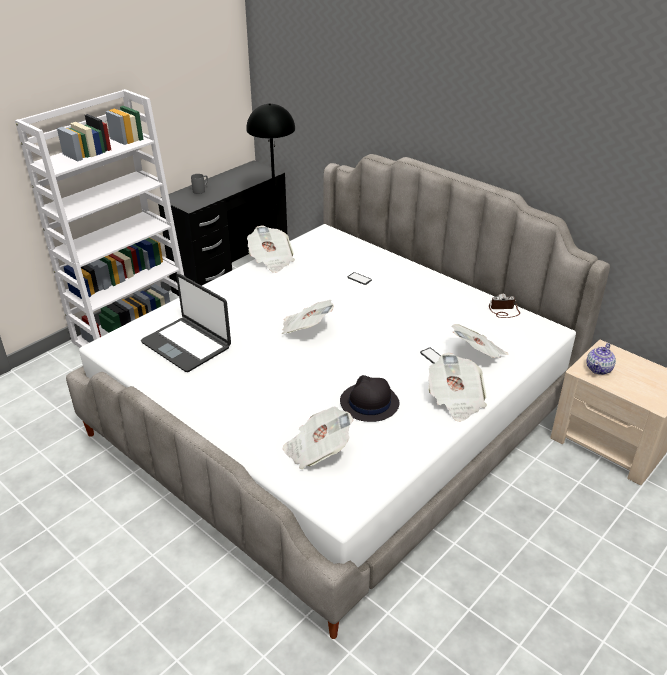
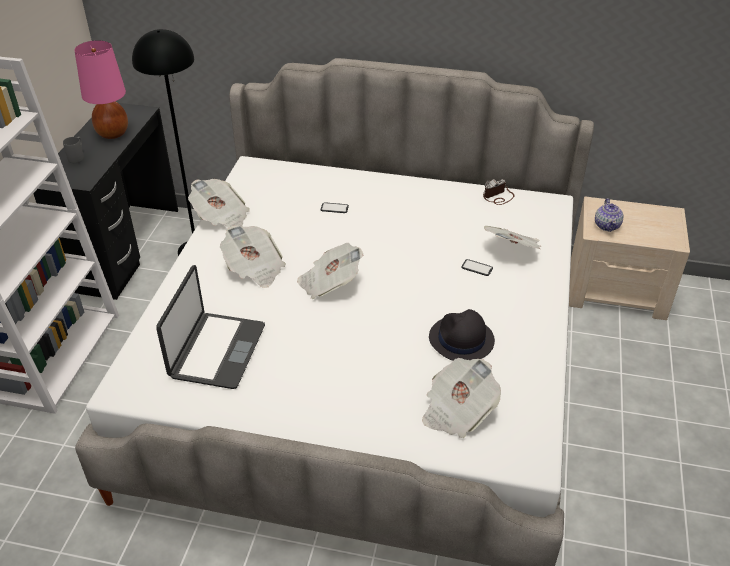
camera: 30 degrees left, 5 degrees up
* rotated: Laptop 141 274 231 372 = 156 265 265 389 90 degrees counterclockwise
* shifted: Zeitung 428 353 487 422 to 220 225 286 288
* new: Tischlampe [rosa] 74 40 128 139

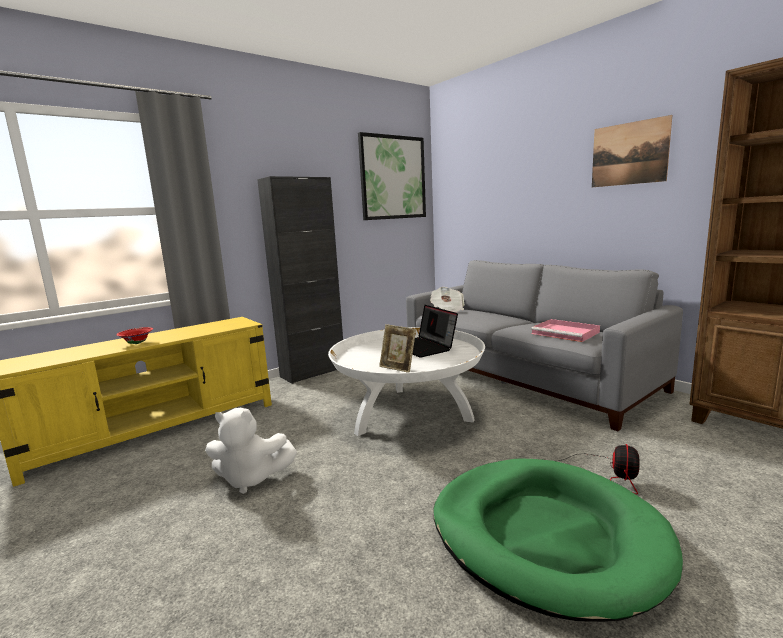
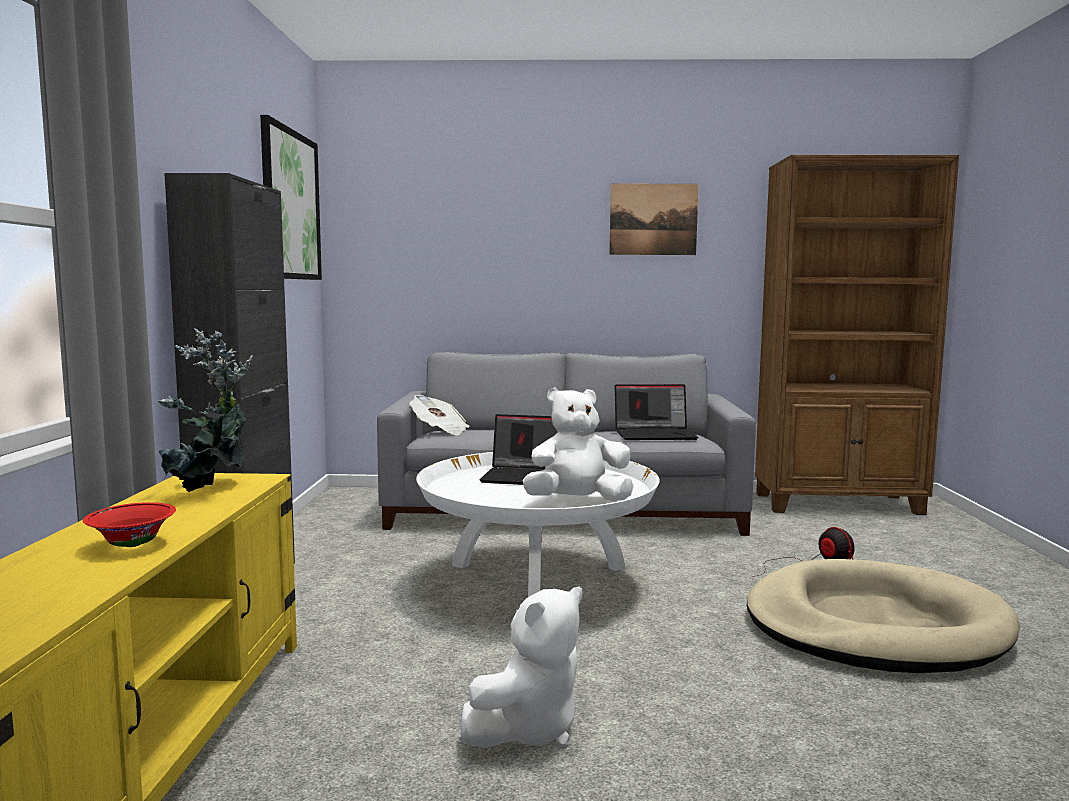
camera: 50 degrees left, 5 degrees down
* swapped: Tablett [rosa] 531 319 600 342 to Laptop 615 384 699 440
* swapped: Bilderrahmen 379 324 416 373 to Plüschtier [weiß] 523 388 634 501
* repainted: Hundebett [grün] 434 459 683 622 to Hundebett [beige] 747 559 1020 673
* new: Topfpflanze 158 328 253 492

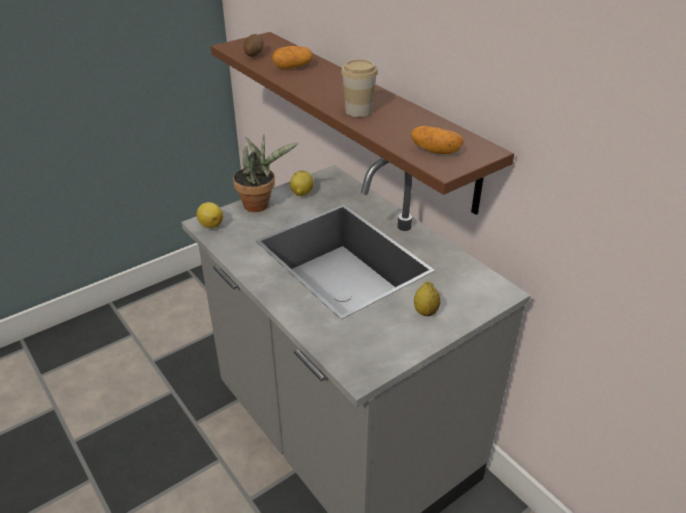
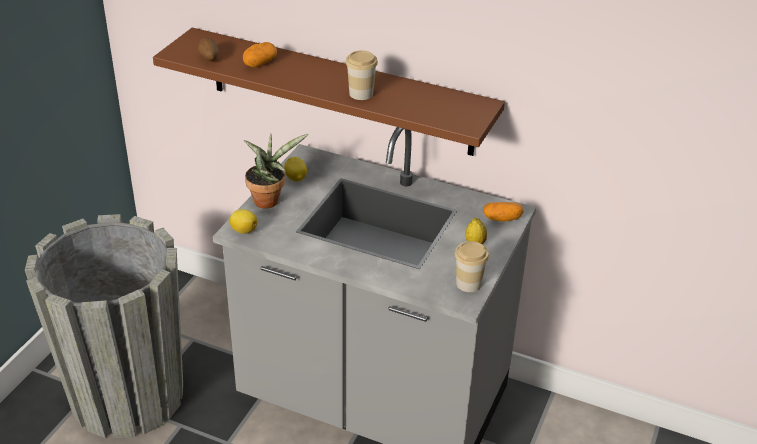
camera: 30 degrees left, 0 degrees up
* shifted: Kartoffel 411 126 464 154 to 483 202 524 222
* new: Pflanzkübel [grau] 25 214 183 439
* new: Tasse 455 241 489 292

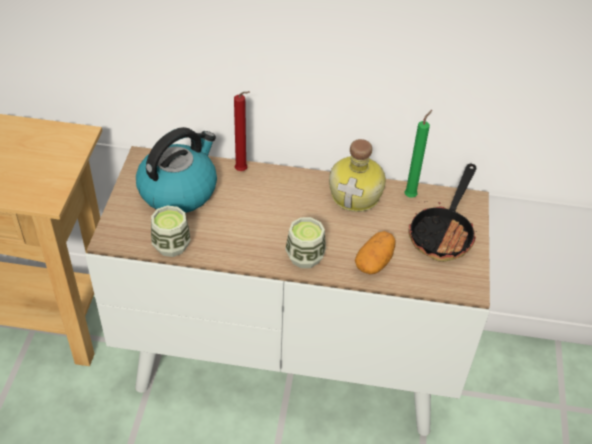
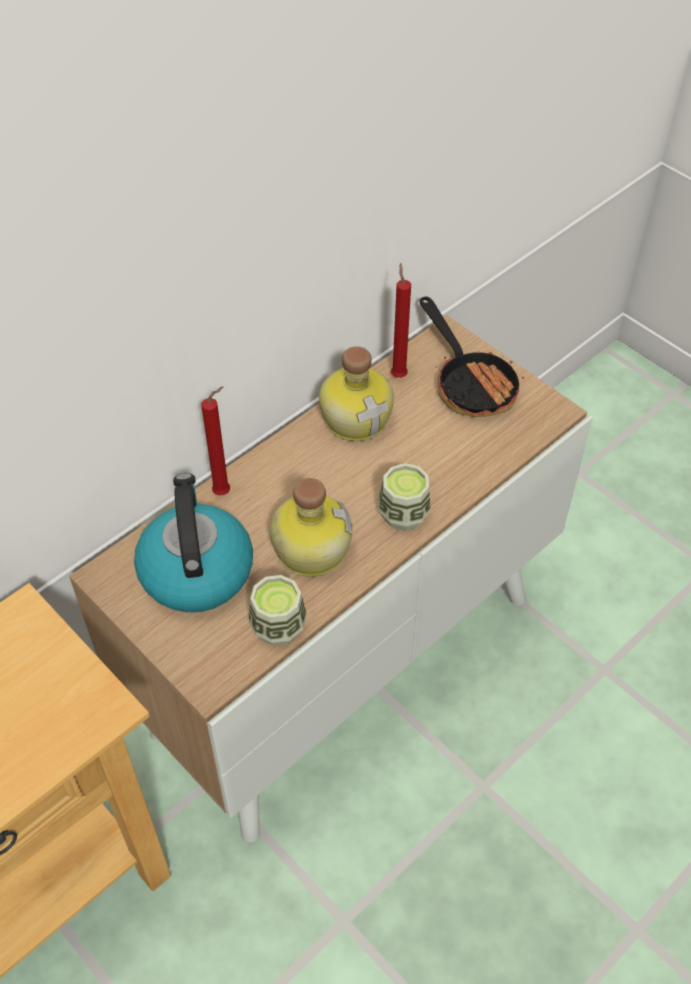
camera: 50 degrees left, 5 degrees up
* repainted: Kerze [grün] 404 110 432 197 to Kerze [rot] 391 263 411 378
* gone: Kartoffel 355 231 395 274
* new: Flasche 270 478 352 577

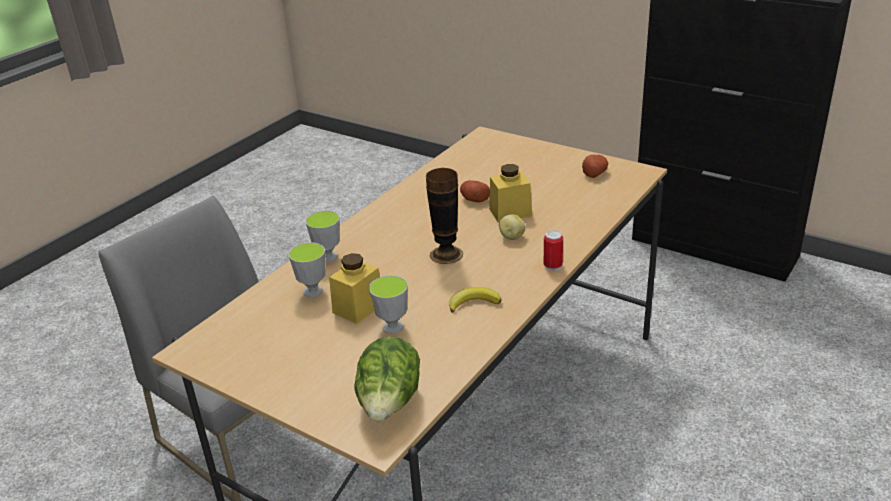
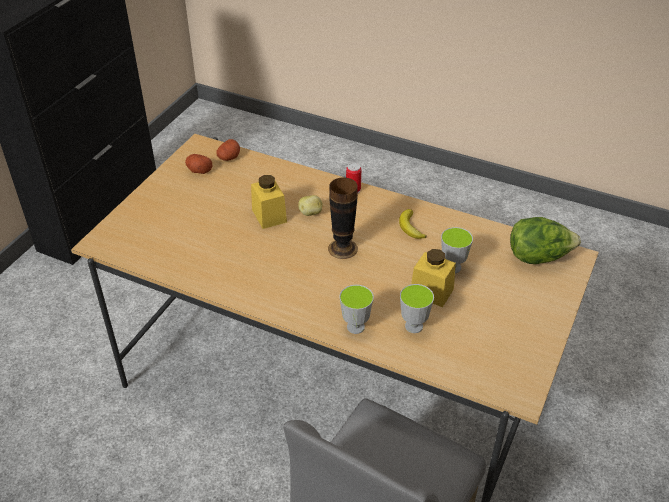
camera: 100 degrees left, 10 degrees up
* shifted: Kartoffel 460 180 490 202 to 216 139 240 161

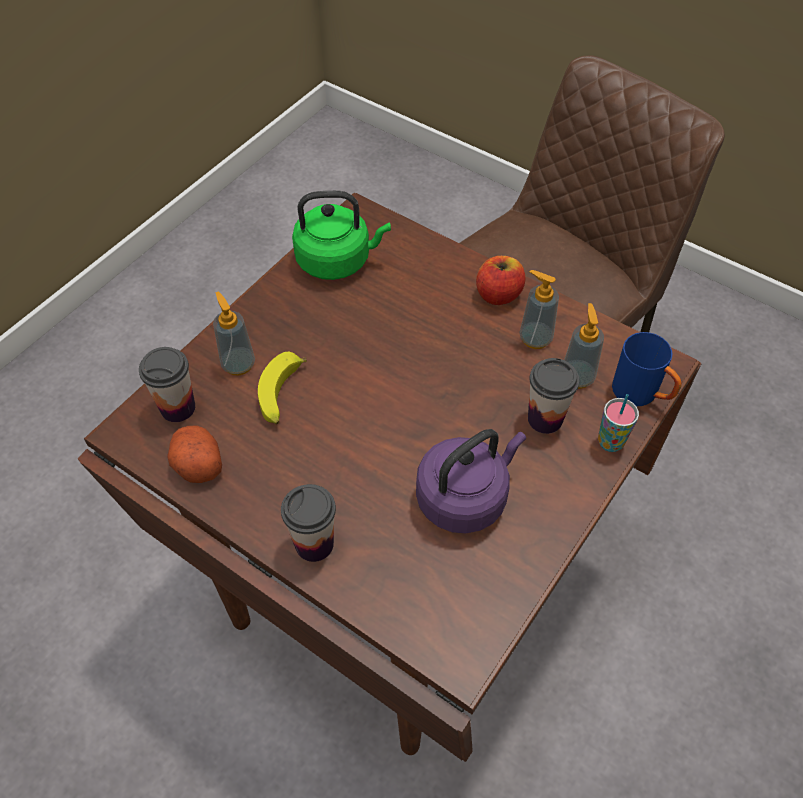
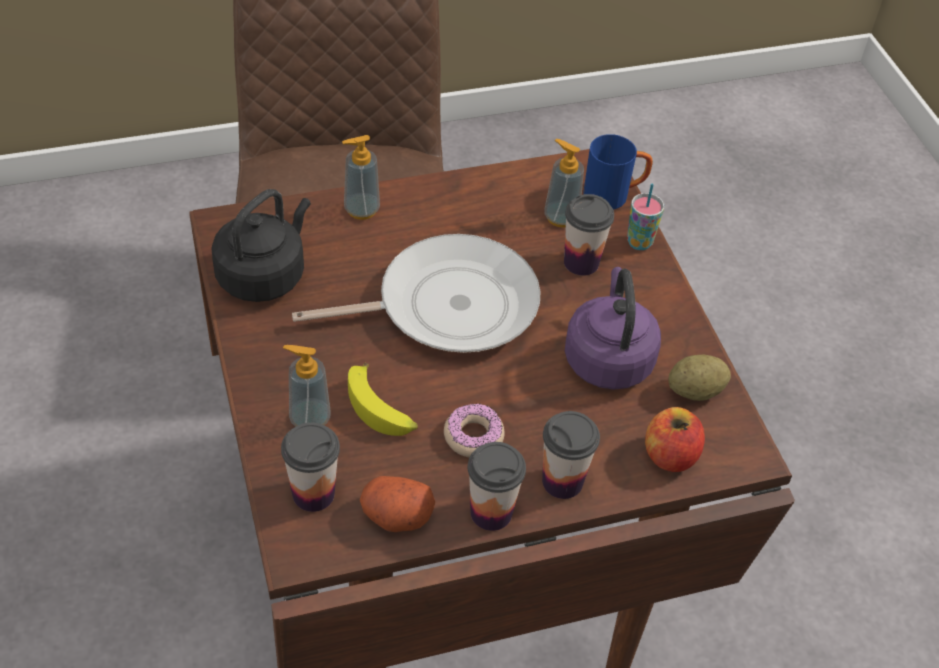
camera: 55 degrees left, 5 degrees down
* repainted: Wasserkessel [grün] 292 191 391 280 to Wasserkessel [schwarz] 211 189 311 302
* shifted: Apfel 476 256 525 305 to 645 407 705 472
* shifted: Seifenspender 519 270 559 349 to 342 135 380 220
* new: Pfanne 292 234 541 353
* new: Kartoffel 668 354 731 401
* new: Donut 444 403 505 458
* new: Tasse 468 442 526 531

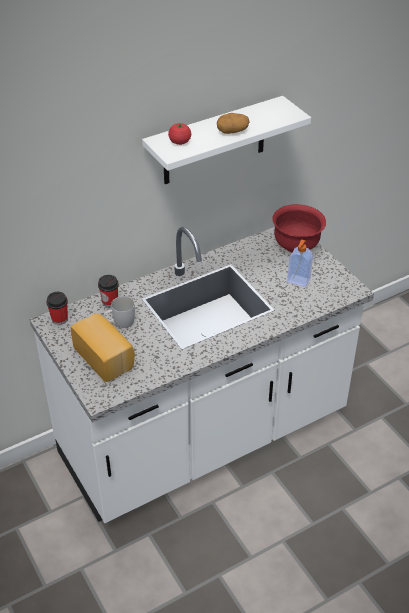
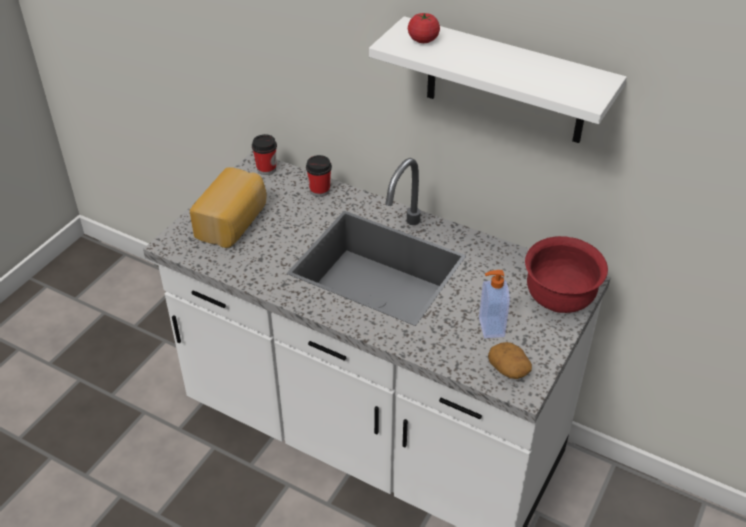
camera: 60 degrees right, 0 degrees up
* shifted: Kartoffel 217 113 249 134 to 488 342 532 379
* gone: Henkelbecher [weiß] 103 296 135 328

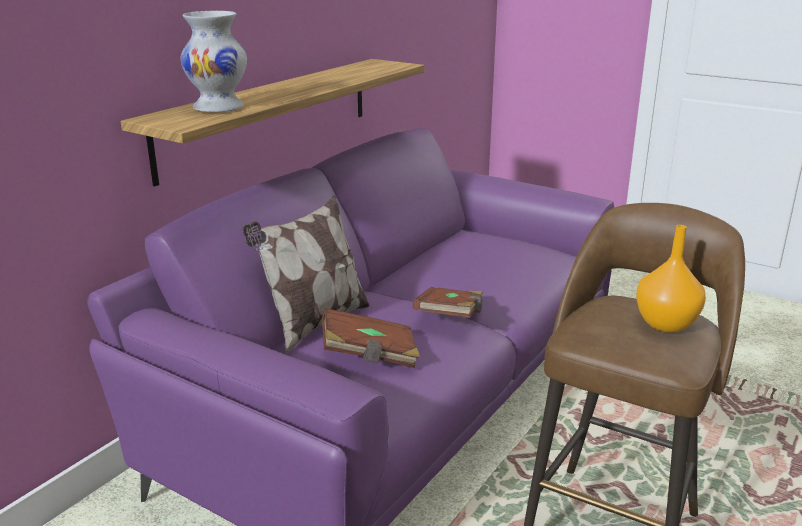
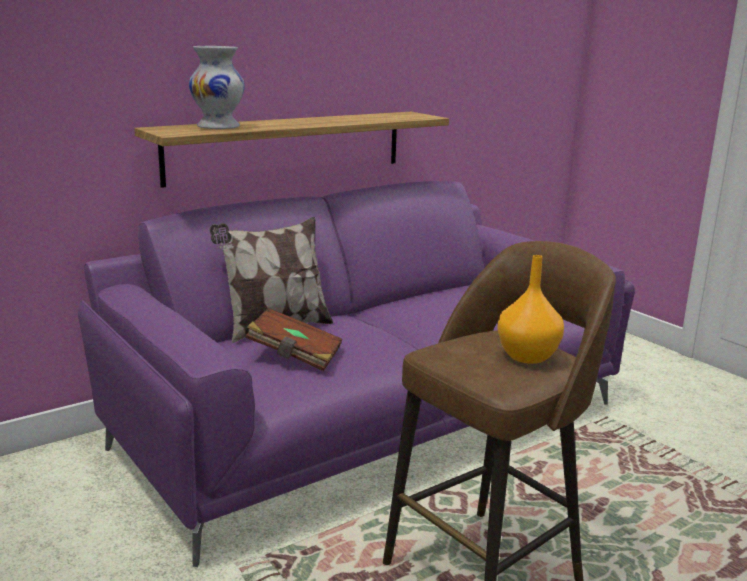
camera: 20 degrees right, 5 degrees down
* gone: Buch [braun] 413 287 483 318

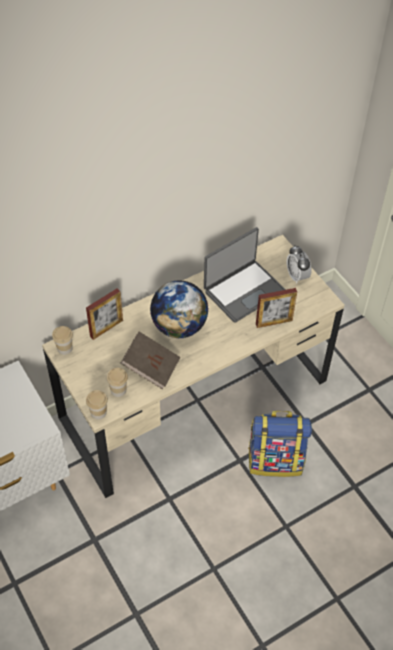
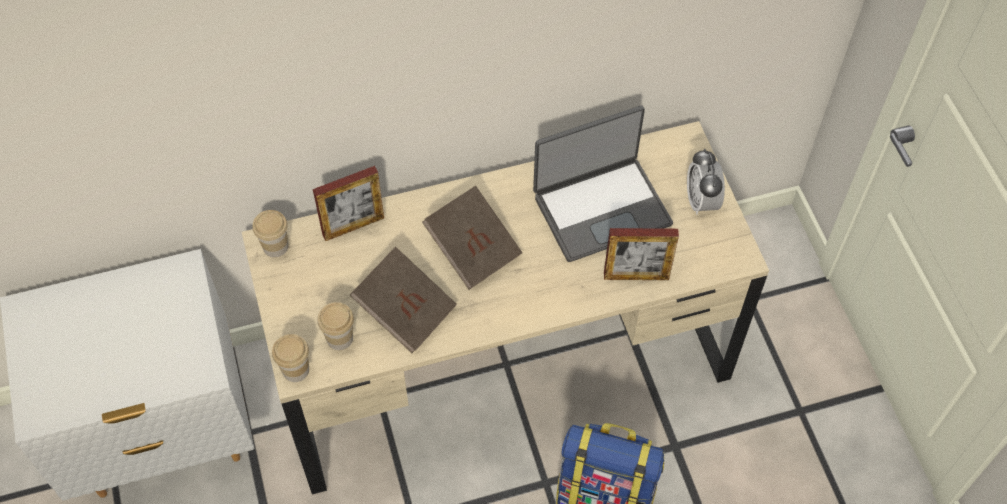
camera: 15 degrees right, 5 degrees up
* swapped: Globus 150 280 208 338 to Buch [braun] 422 186 522 290

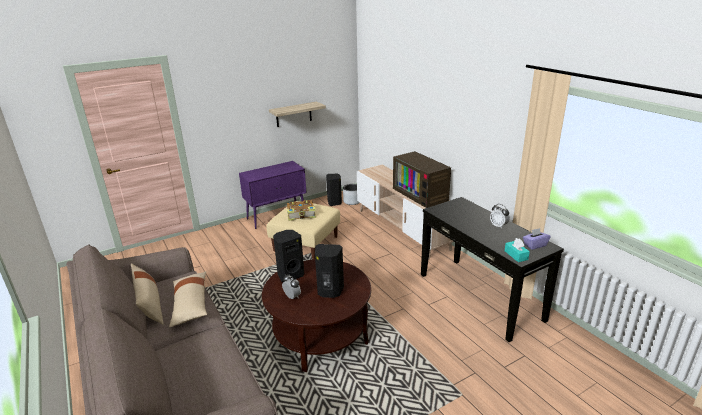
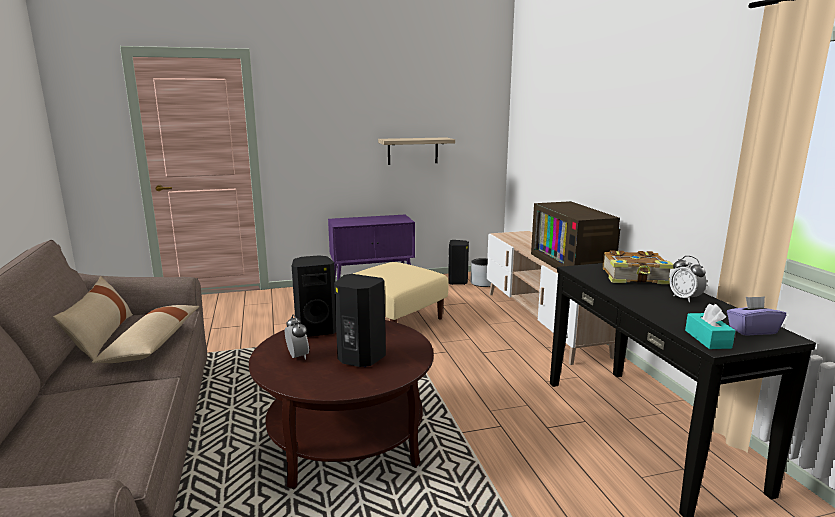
camera: 15 degrees right, 10 degrees down
* shifted: Buch 287 200 316 221 to 603 250 674 284

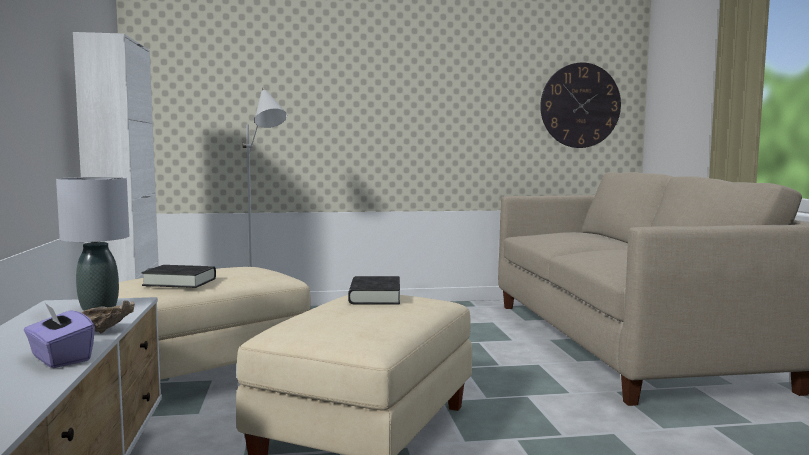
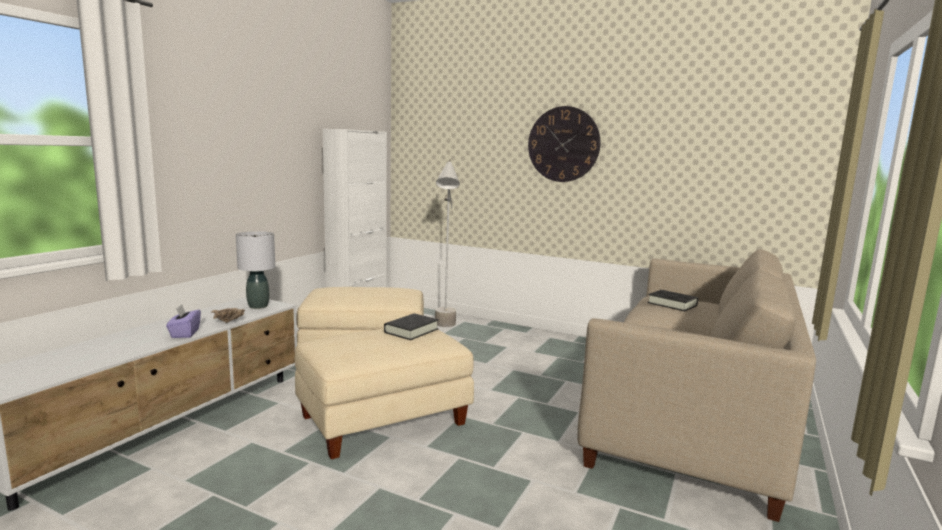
camera: 35 degrees right, 5 degrees up
* shifted: Wanduhr 540 63 621 148 to 528 106 601 182
* shifted: Buch [schwarz] 141 265 216 288 to 648 290 698 311

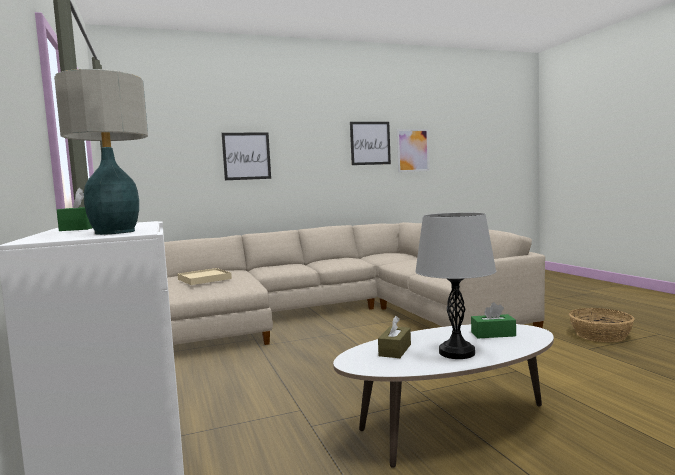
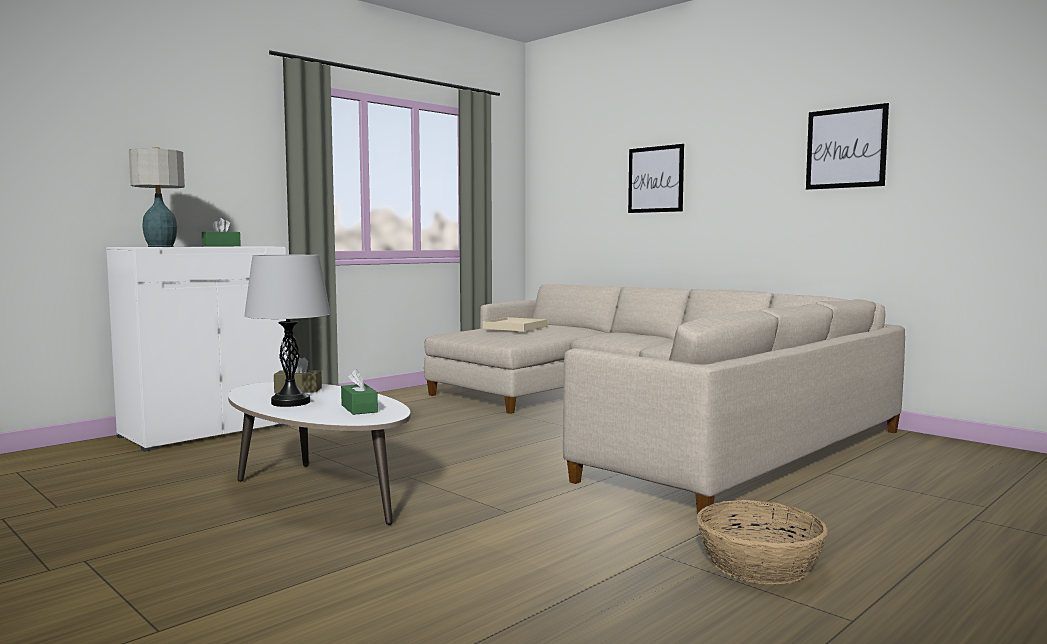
camera: 65 degrees right, 0 degrees up
* gone: Bild 397 129 429 172

